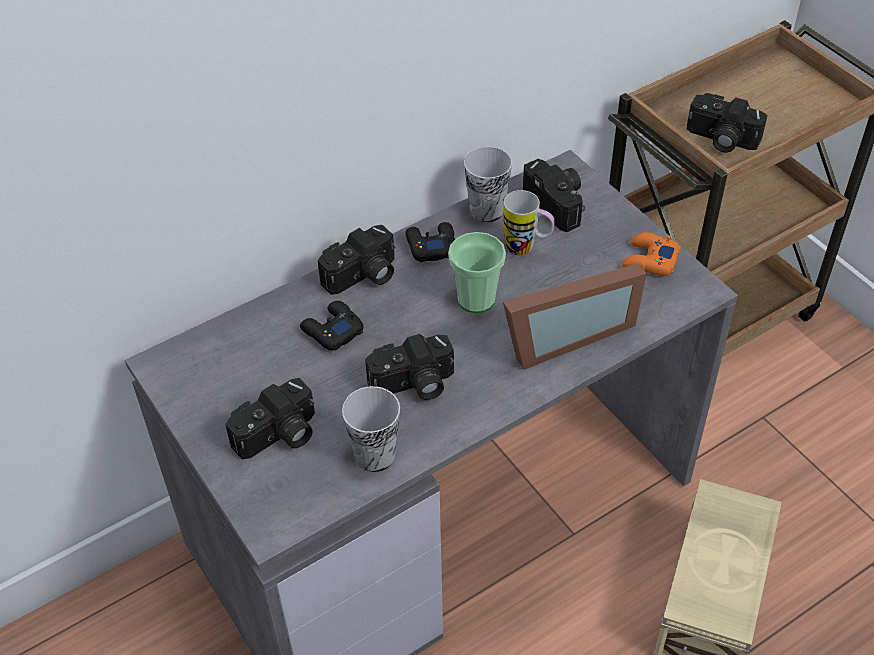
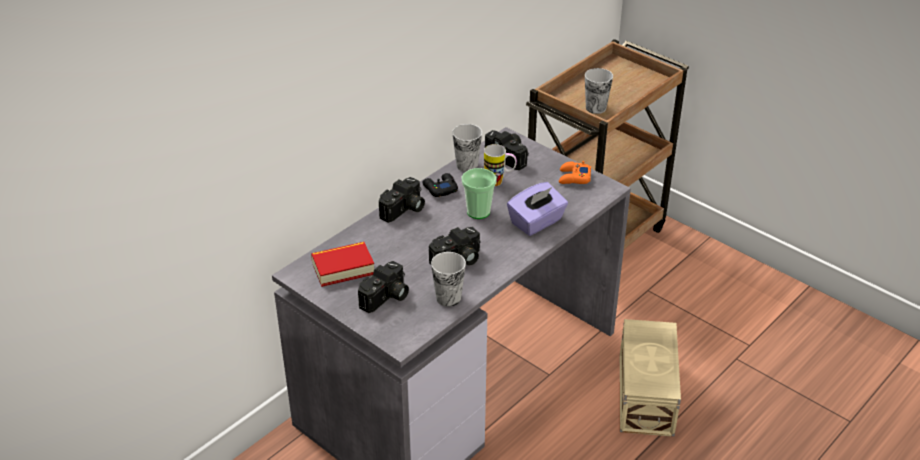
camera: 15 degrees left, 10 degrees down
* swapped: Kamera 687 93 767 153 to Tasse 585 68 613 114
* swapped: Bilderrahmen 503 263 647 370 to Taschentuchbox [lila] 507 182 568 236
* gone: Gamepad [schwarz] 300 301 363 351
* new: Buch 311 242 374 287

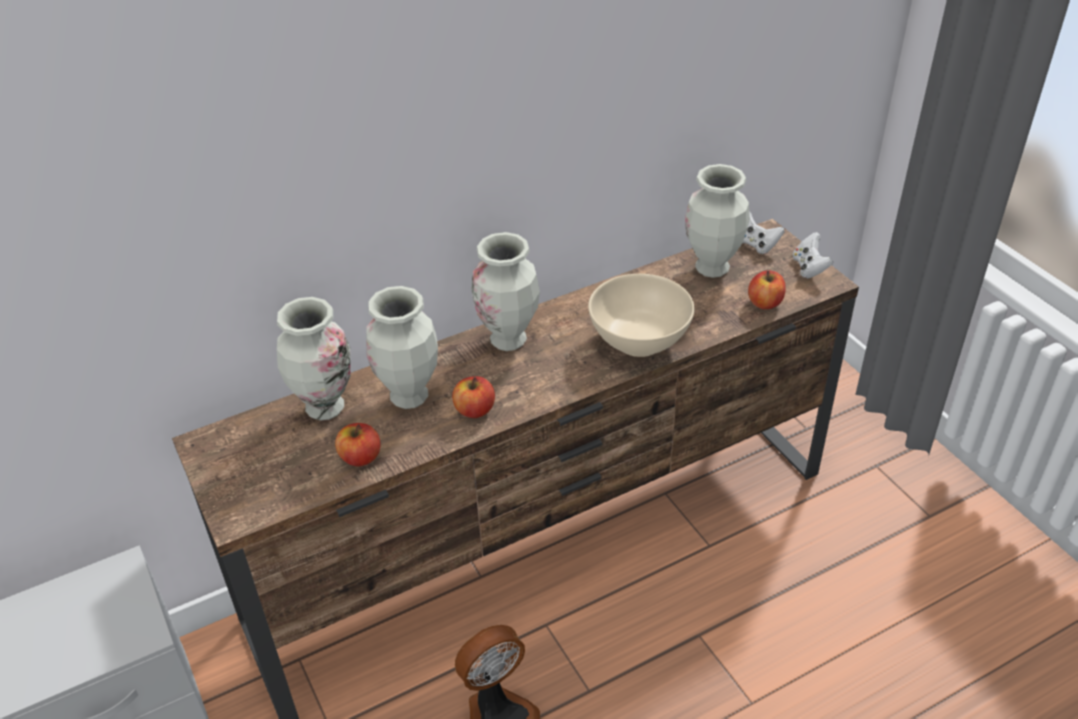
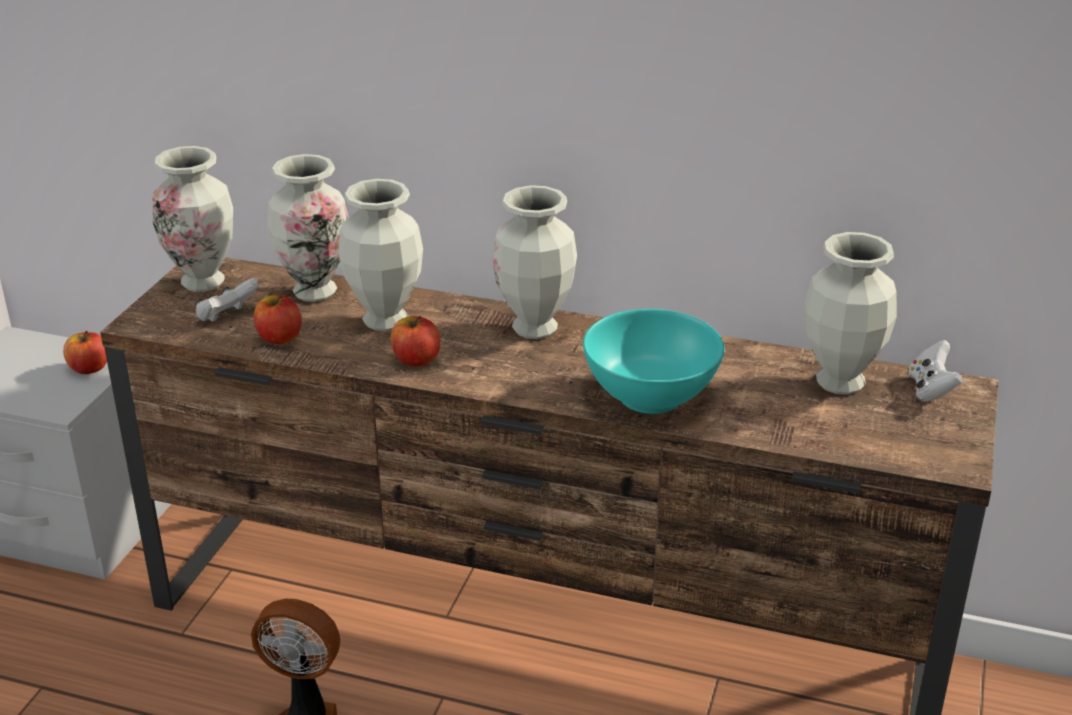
camera: 45 degrees right, 10 degrees down
* shifted: Gamepad [weiß] 793 232 833 279 to 195 278 259 322
* shifted: Apfel 748 270 786 309 to 63 331 107 374
* repainted: Schüssel [beige] 588 274 695 357 to Schüssel [türkis] 583 309 725 414
* new: Vase 153 146 233 292

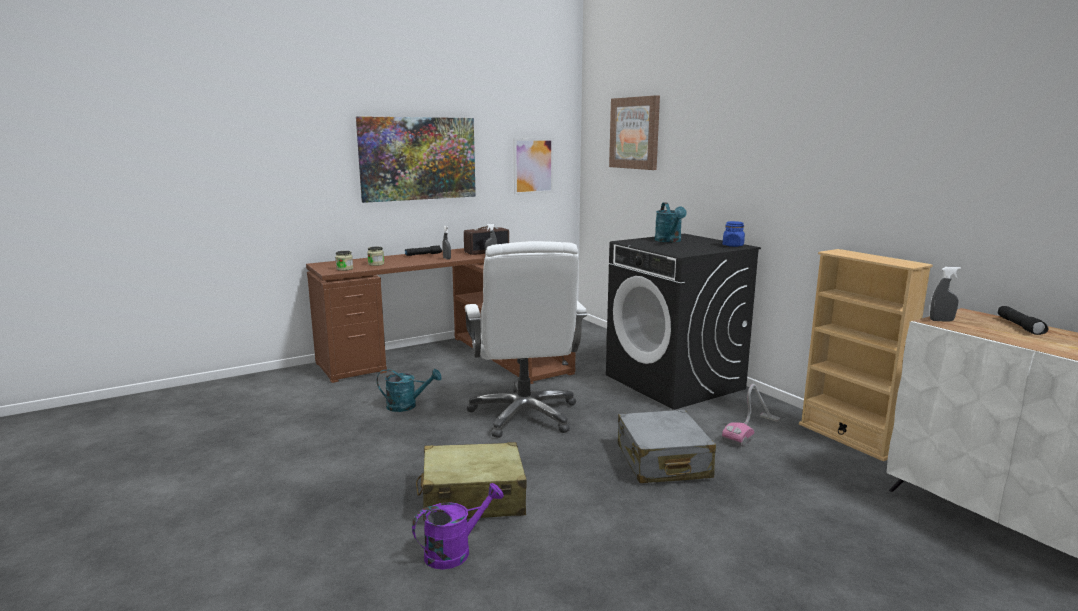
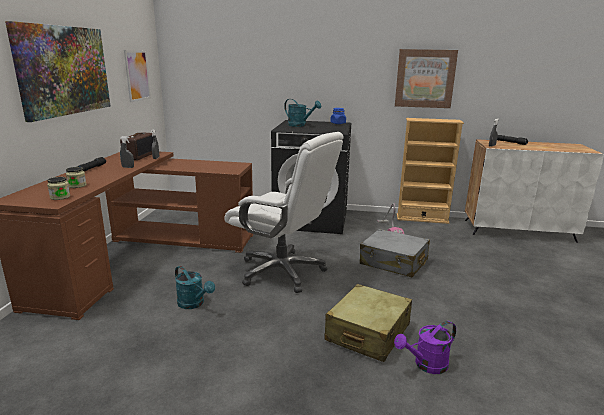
camera: 50 degrees left, 5 degrees up
* shifted: Bild 609 95 660 170 to 395 49 458 108
* rotated: Gießkanne [türkis] 377 369 442 412 = 175 266 215 309 90 degrees clockwise
* rotated: Gießkanne [lila] 412 483 504 569 = 394 321 456 374 120 degrees counterclockwise

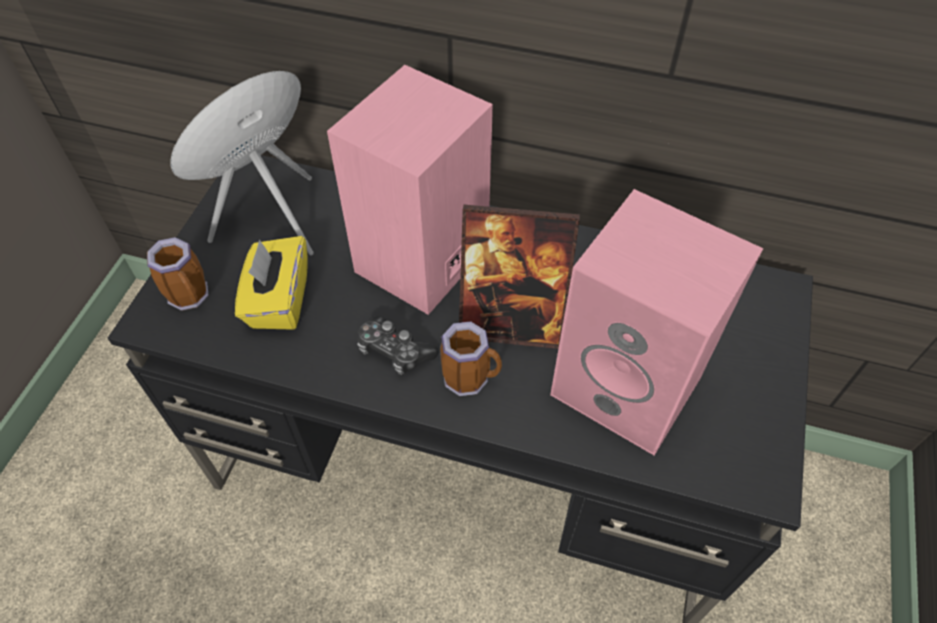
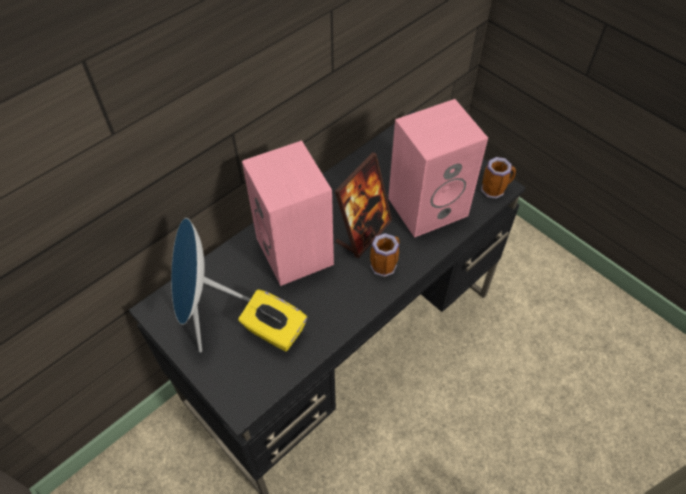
camera: 60 degrees left, 0 degrees up
* shifted: Henkelbecher 147 237 208 311 to 481 157 516 199
* gone: Gamepad 357 316 438 375

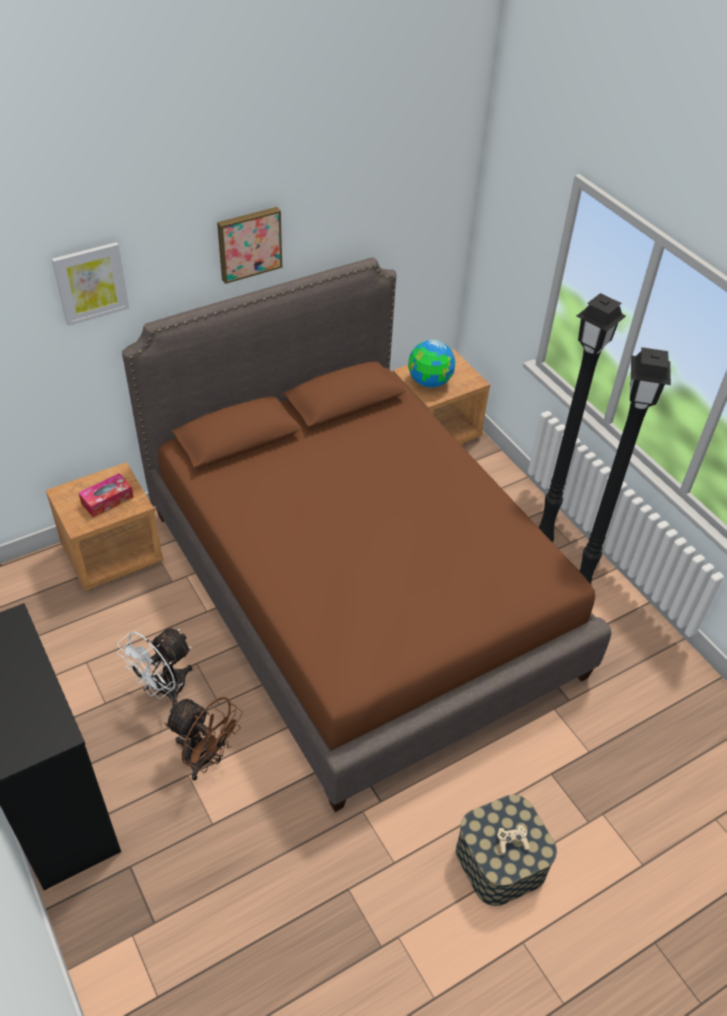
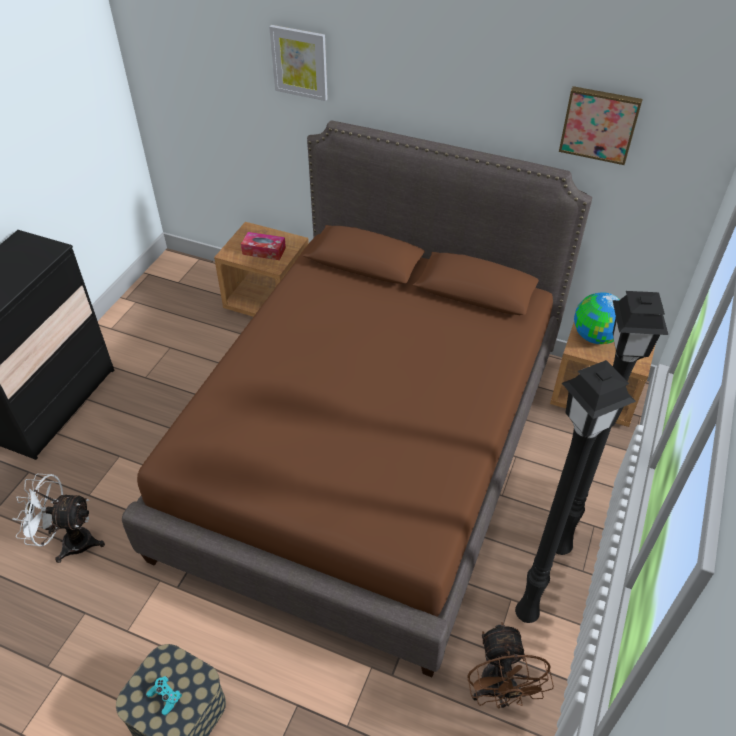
camera: 55 degrees right, 0 degrees up
* shifted: Bild 217 207 282 284 to 559 86 643 165
* shifted: Ventilator [weiß] 117 628 192 707 to 12 474 105 563
* shifted: Ventilator [braun] 164 697 243 781 to 468 622 554 709
* repainted: Gamepad [beige] 497 825 530 854 to Gamepad [türkis] 146 676 182 715

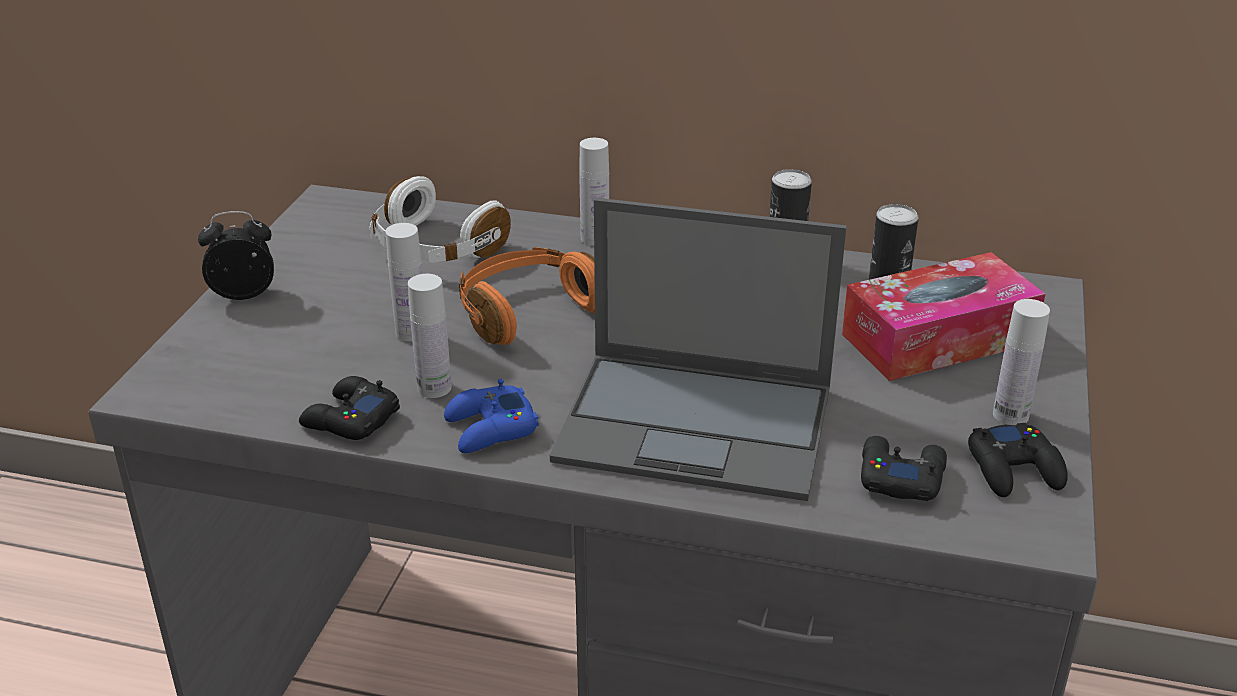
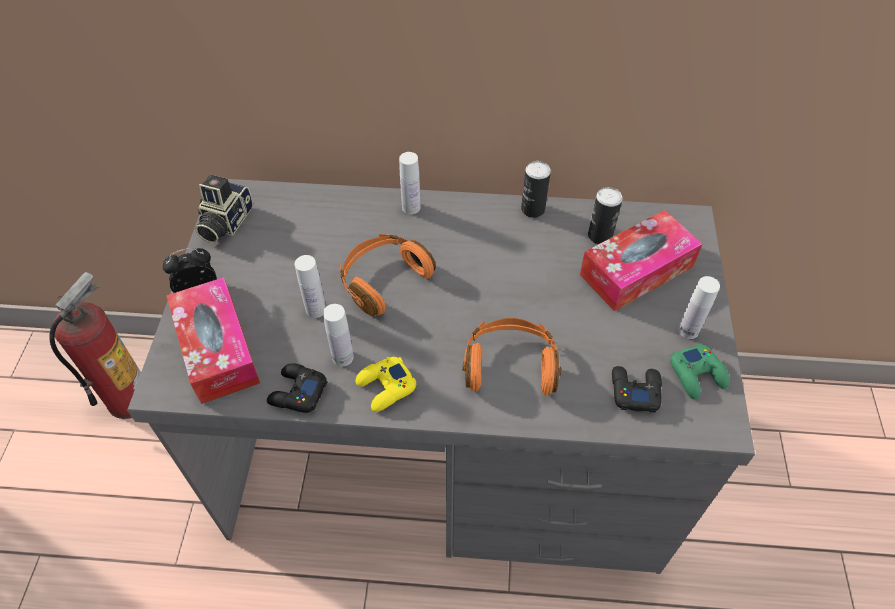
camera: 10 degrees left, 20 degrees up
* gone: Kopfhörer [weiß] 369 176 511 263
* swapped: Laptop 550 198 847 501 to Kopfhörer [orange] 463 318 561 395
* repainted: Gamepad [blau] 444 379 539 453 to Gamepad [gelb] 356 357 417 412
* repainted: Gamepad [schwarz] 968 423 1068 497 to Gamepad [grün] 670 343 730 399
* new: Kamera 195 175 253 243
* new: Feuerlöscher 49 272 141 419
* new: Taschentuchbox 166 277 260 404

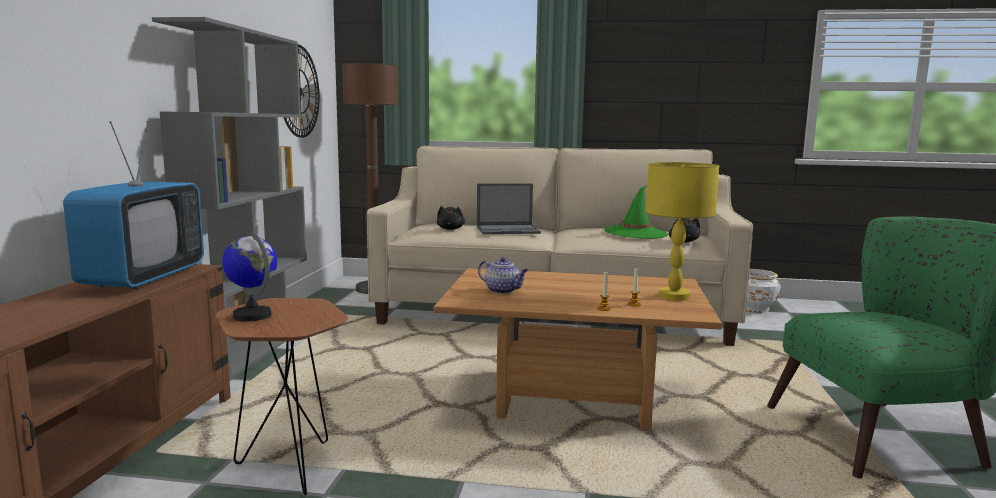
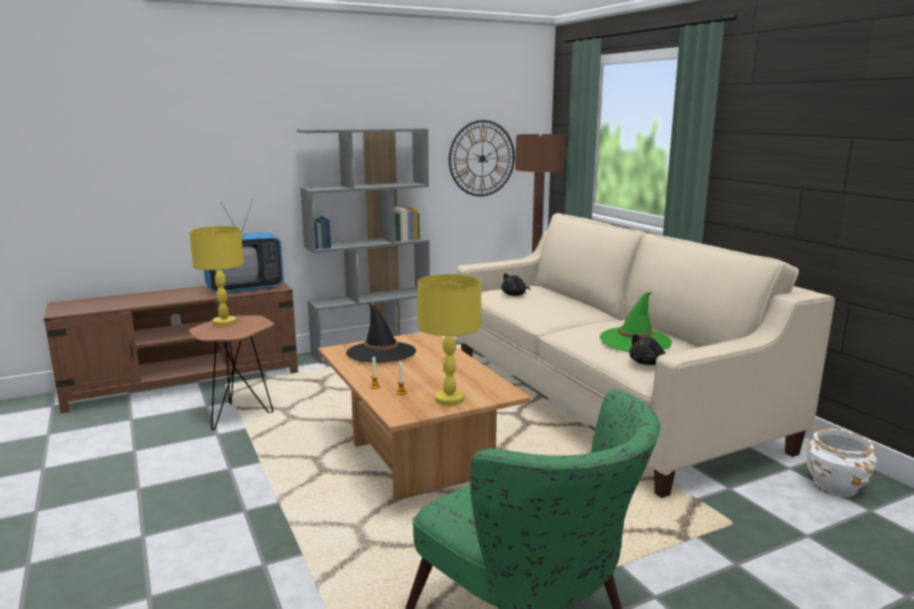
camera: 55 degrees right, 5 degrees up
* gone: Laptop 477 184 541 234
* swapped: Globus 222 231 277 321 to Tischlampe [gelb] 189 226 244 326
* swapped: Teekanne 478 257 528 294 to Hut [schwarz] 346 302 416 363

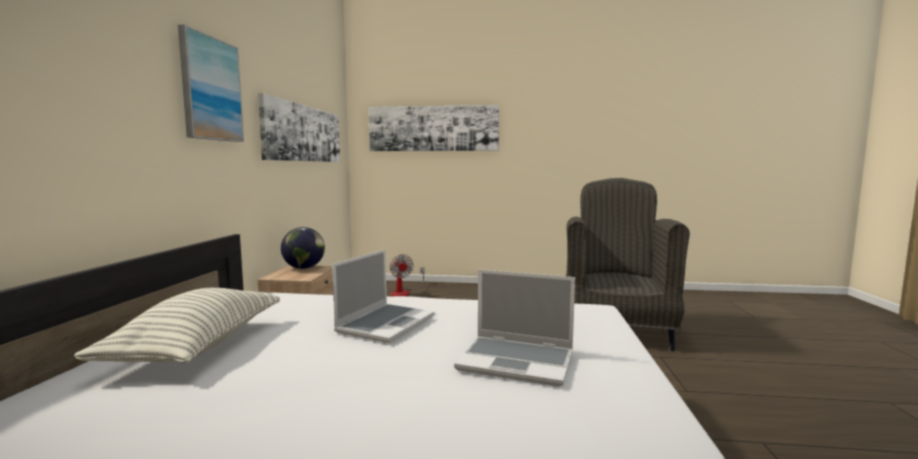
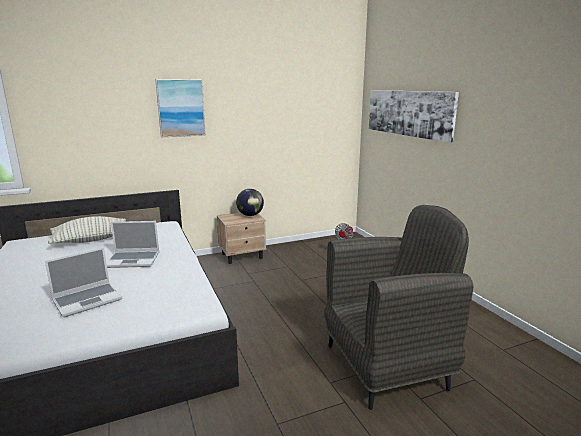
camera: 60 degrees right, 10 degrees up
* gone: Bild 258 93 340 162
* rotated: Laptop 454 269 575 387 = 45 247 122 317 120 degrees counterclockwise

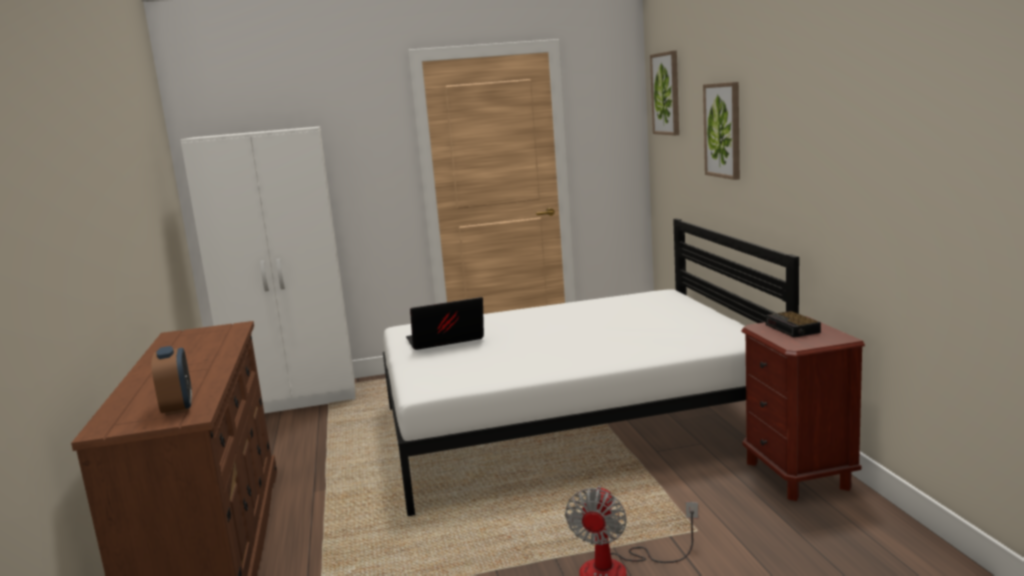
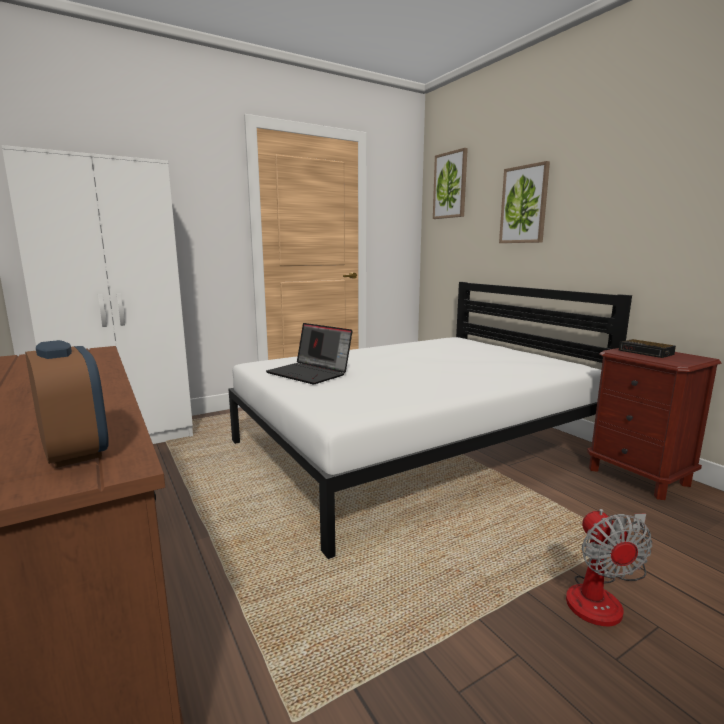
camera: 20 degrees left, 0 degrees up
* rotated: Laptop 406 297 484 350 = 266 323 352 384 105 degrees counterclockwise

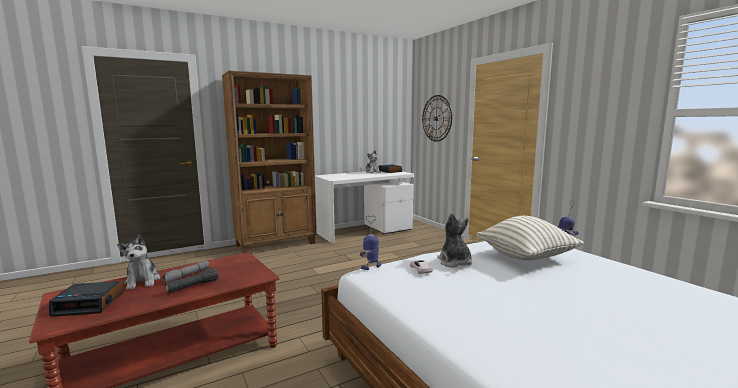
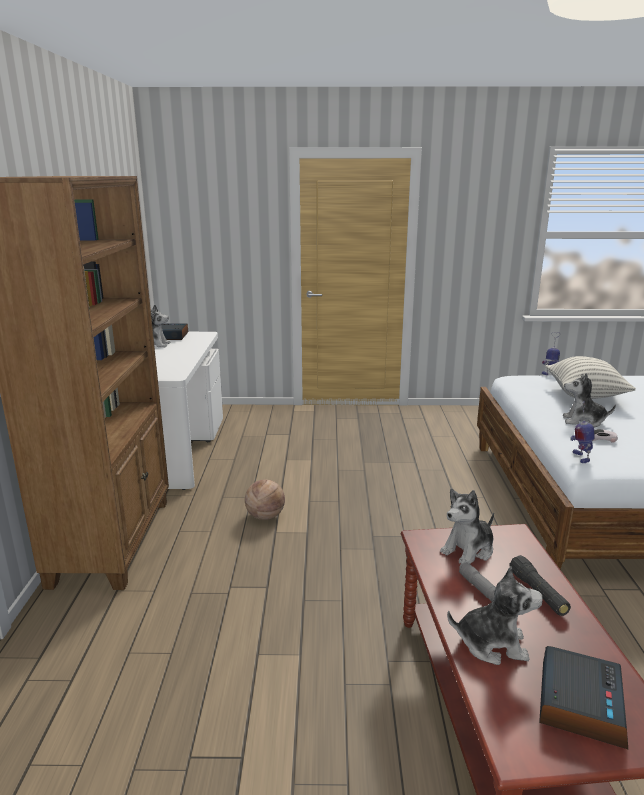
camera: 60 degrees left, 10 degrees up
* gone: Wanduhr 422 95 452 142
* new: Basketball 245 479 285 520
* new: Plüschtier 440 488 494 564

